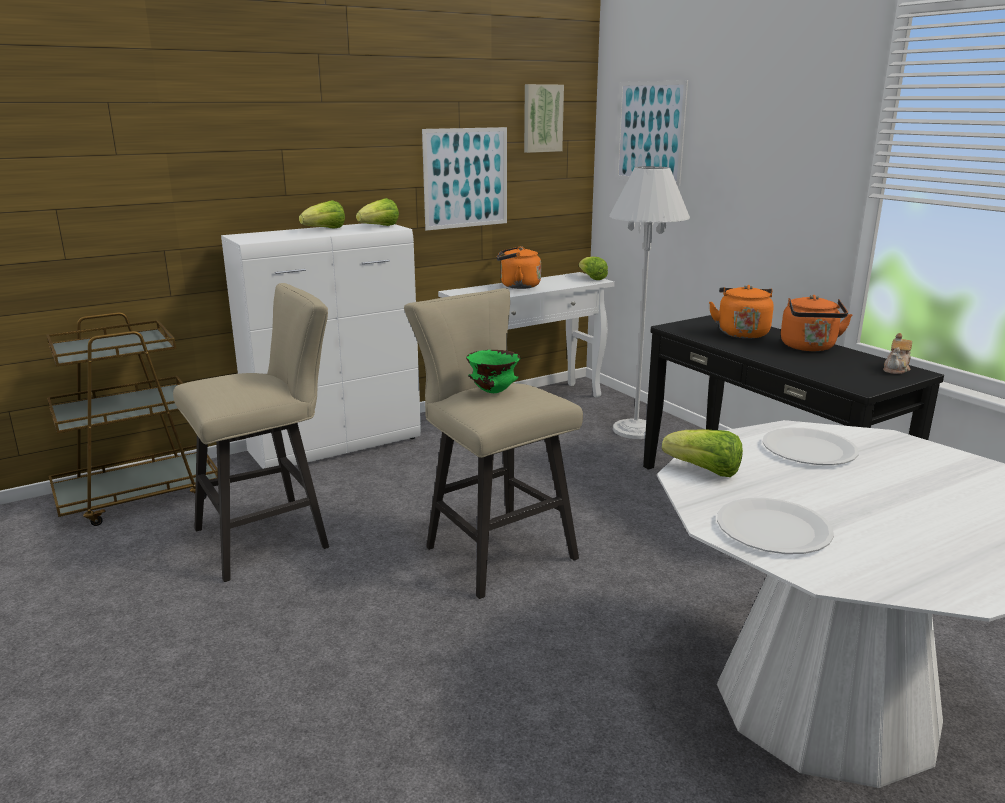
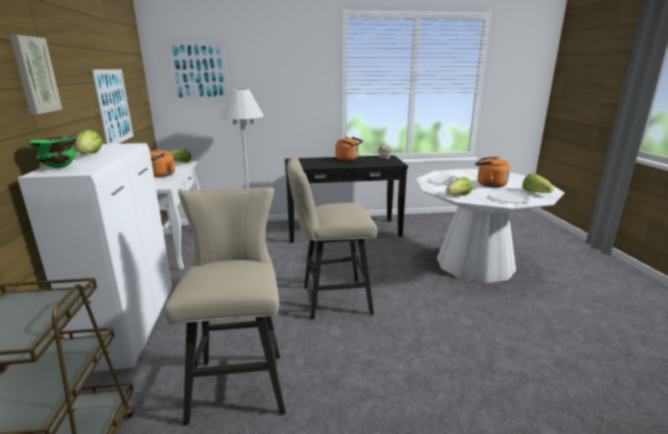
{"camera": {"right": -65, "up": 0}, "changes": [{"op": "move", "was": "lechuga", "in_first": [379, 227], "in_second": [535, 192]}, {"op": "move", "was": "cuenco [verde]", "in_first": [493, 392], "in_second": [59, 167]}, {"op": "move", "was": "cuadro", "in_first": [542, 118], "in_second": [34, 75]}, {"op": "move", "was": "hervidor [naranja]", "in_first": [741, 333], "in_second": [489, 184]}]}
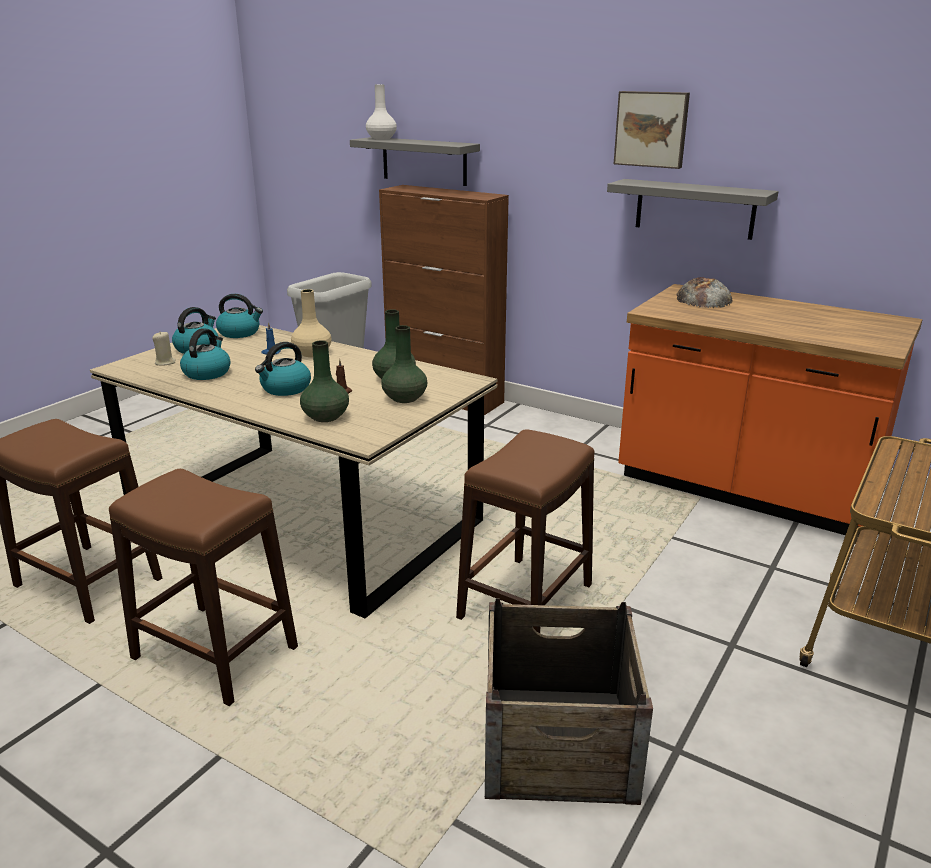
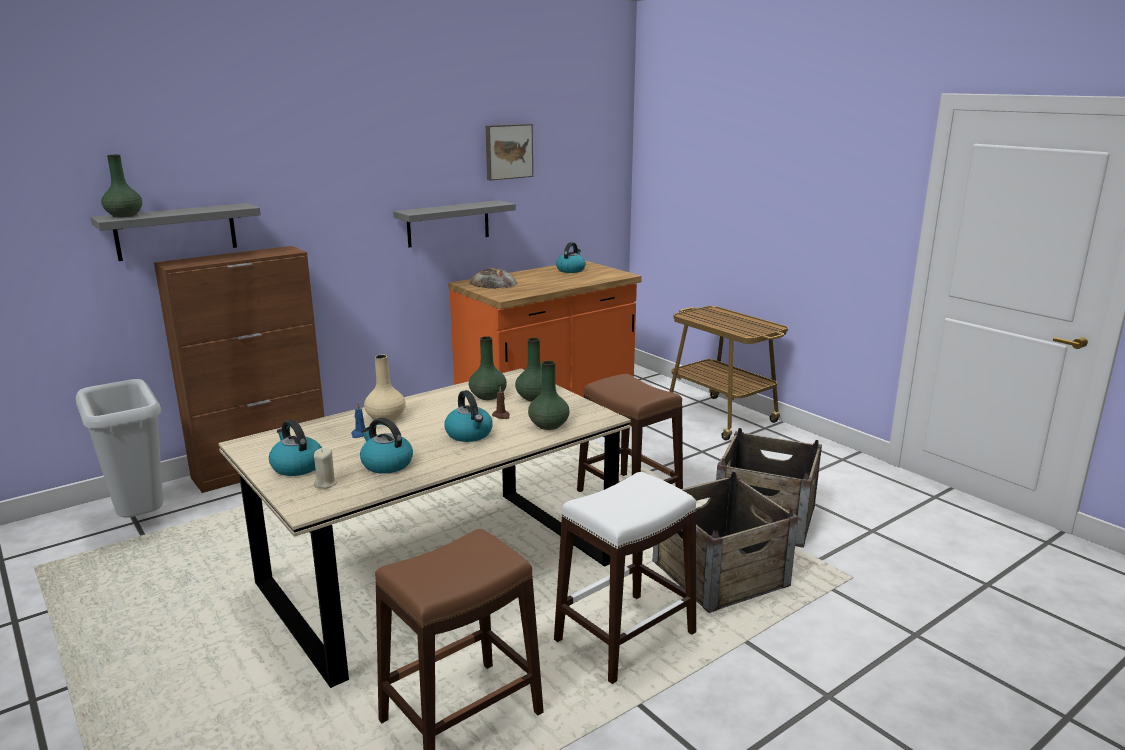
{"camera": {"right": -70, "up": -5}, "changes": [{"op": "recolor", "was": "taburete [marrón]", "now": "taburete [blanco]", "in_first": [214, 654], "in_second": [626, 637]}, {"op": "move", "was": "hervidor", "in_first": [240, 333], "in_second": [571, 270]}, {"op": "recolor", "was": "florero [blanco]", "now": "florero [verde]", "in_first": [381, 138], "in_second": [124, 215]}, {"op": "move", "was": "cuadro", "in_first": [651, 129], "in_second": [508, 151]}, {"op": "insert", "now": "caja de embalaje", "in_second": [720, 574]}]}
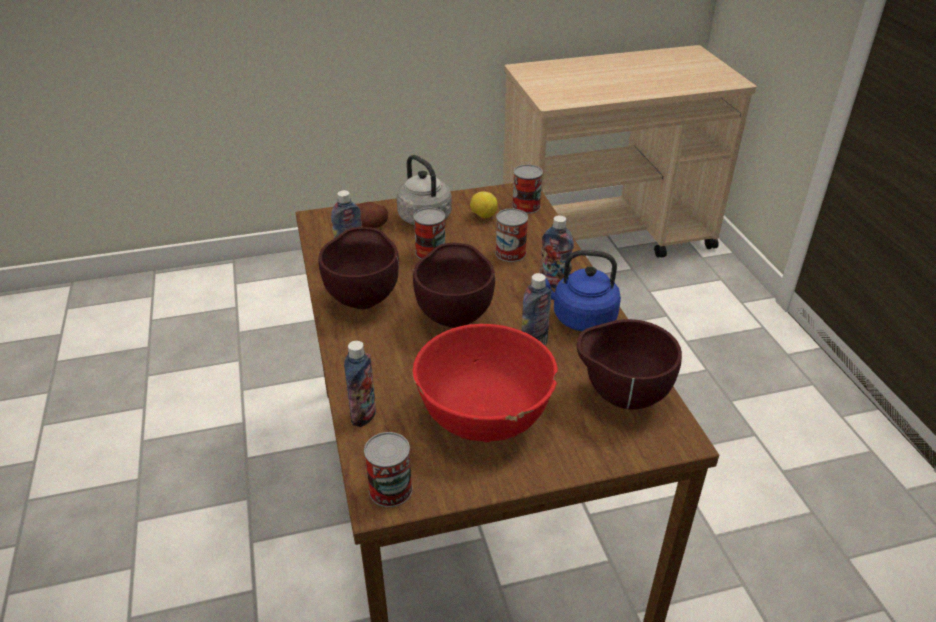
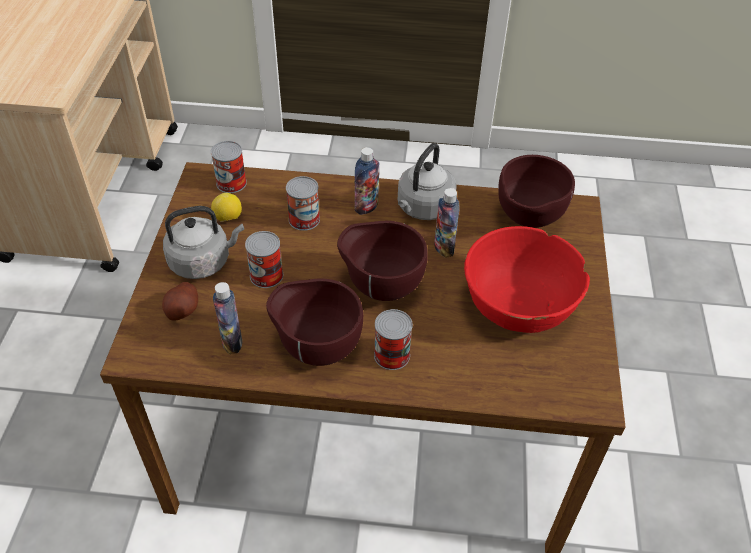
{"camera": {"right": -70, "up": 10}, "changes": [{"op": "delete", "was": "botella", "in_first": [363, 415]}, {"op": "move", "was": "lata", "in_first": [390, 489], "in_second": [392, 355]}, {"op": "recolor", "was": "hervidor [azul]", "now": "hervidor [gris]", "in_first": [580, 318], "in_second": [423, 208]}]}
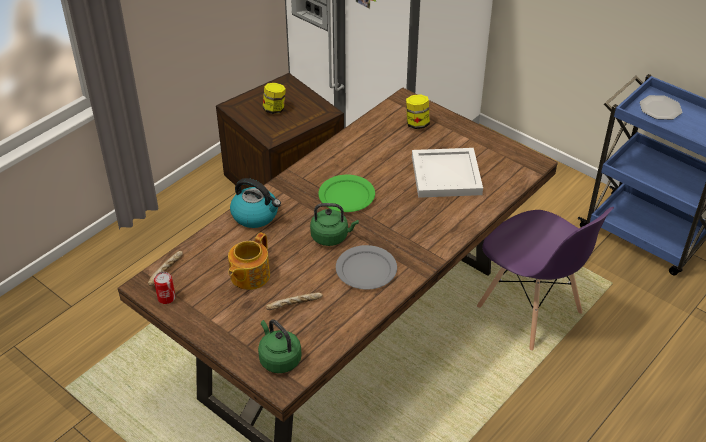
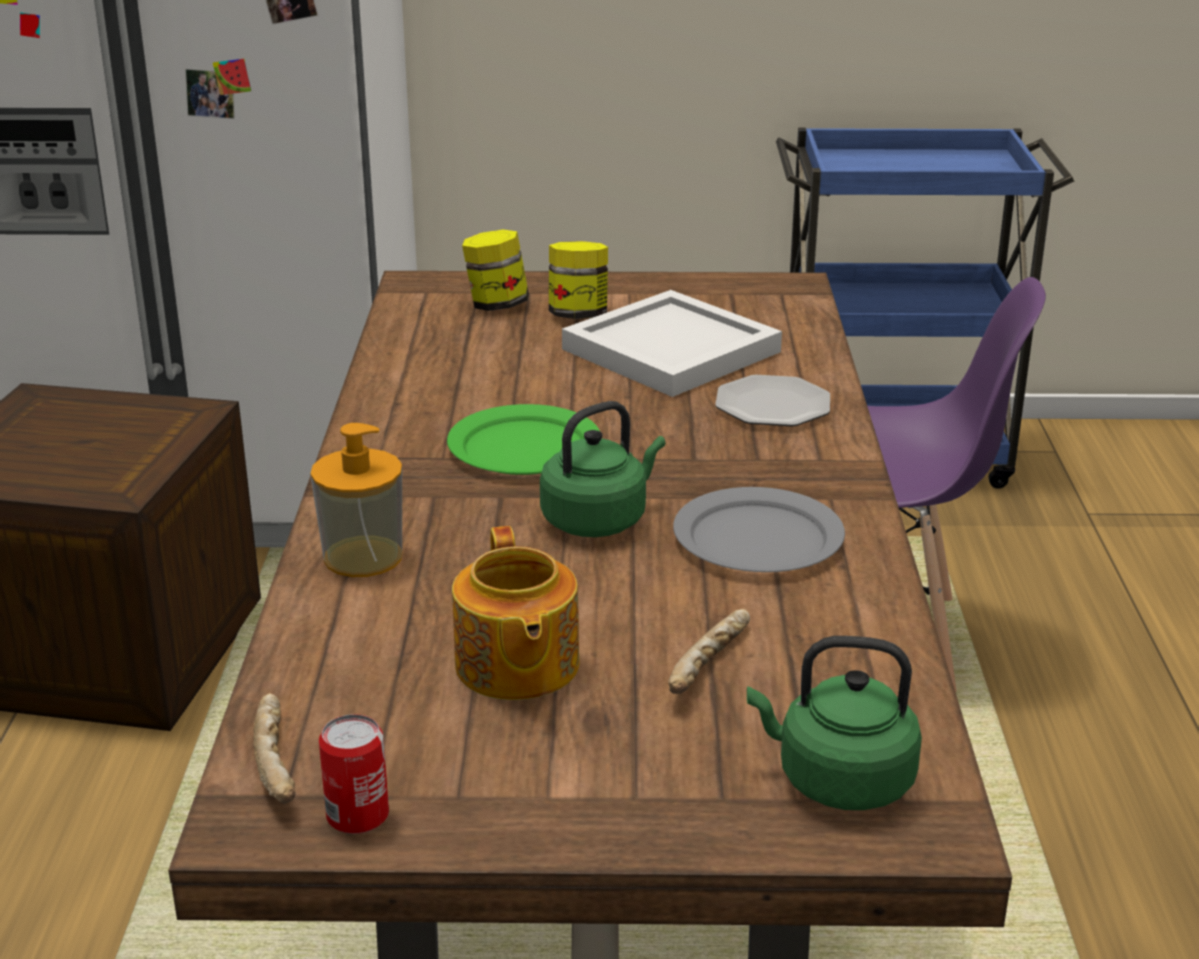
{"camera": {"right": -40, "up": -15}, "changes": [{"op": "replace", "was": "hervidor", "now": "dispensador de jabón", "in_first": [256, 215], "in_second": [363, 557]}, {"op": "move", "was": "tarro", "in_first": [274, 109], "in_second": [578, 315]}, {"op": "move", "was": "plato", "in_first": [660, 109], "in_second": [774, 406]}]}
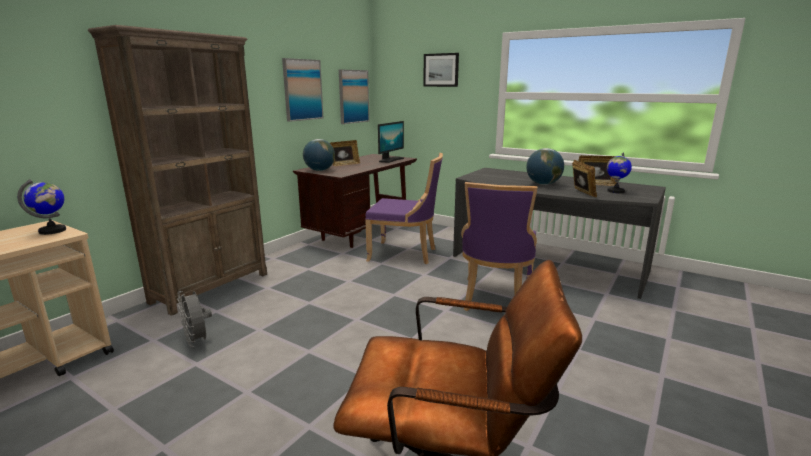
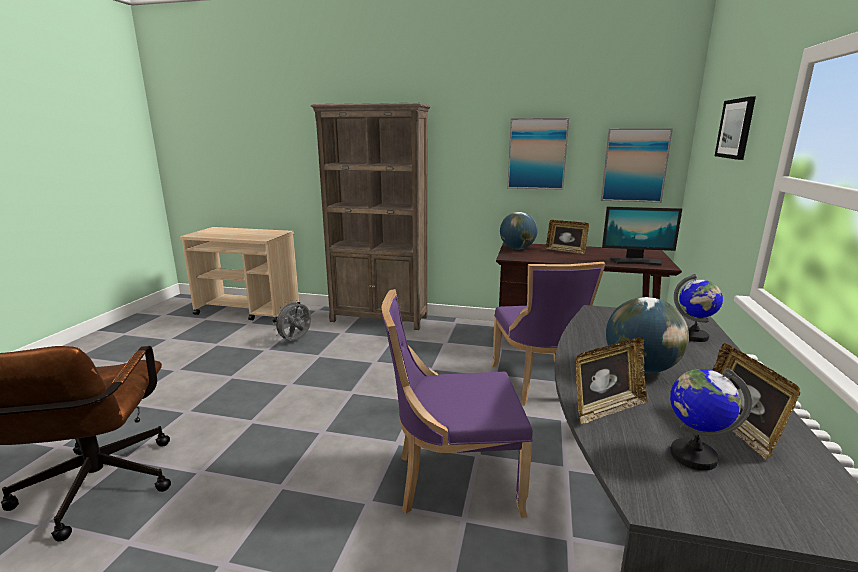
{"camera": {"right": 70, "up": 0}, "changes": [{"op": "move", "was": "globo terráqueo", "in_first": [53, 231], "in_second": [693, 336]}]}
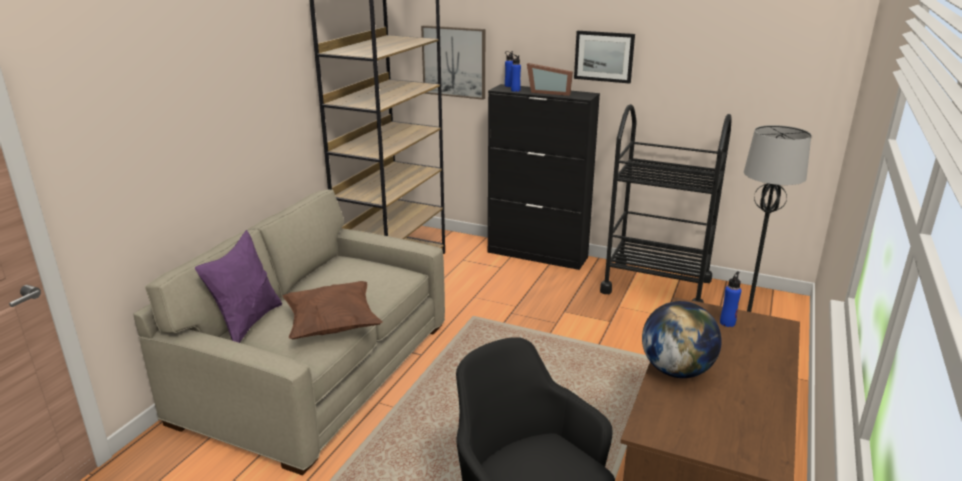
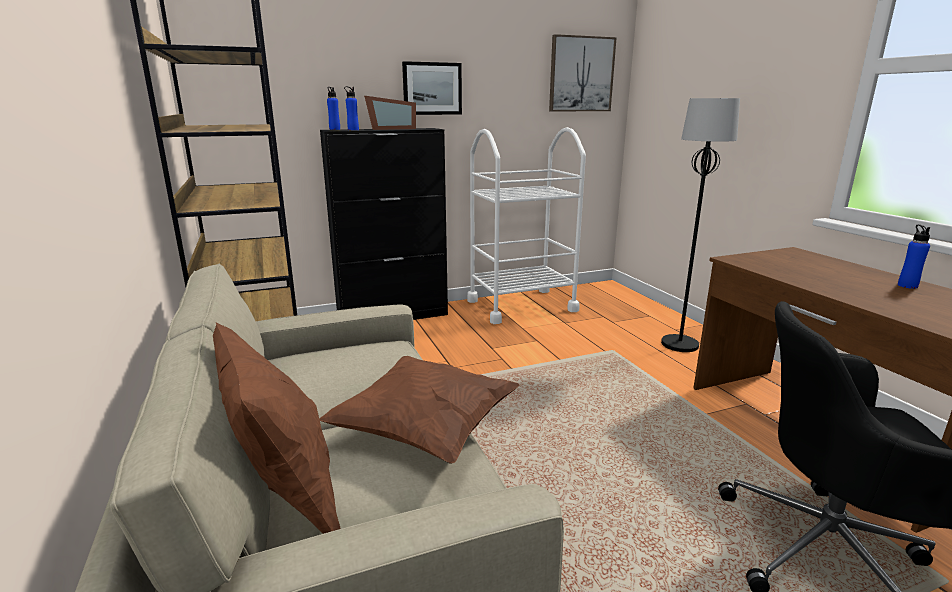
{"camera": {"right": -45, "up": -5}, "changes": [{"op": "recolor", "was": "cojín [morado]", "now": "cojín [marrón]", "in_first": [247, 322], "in_second": [285, 496]}, {"op": "move", "was": "cuadro", "in_first": [454, 62], "in_second": [581, 74]}, {"op": "recolor", "was": "carrito [negro]", "now": "carrito [blanco]", "in_first": [656, 286], "in_second": [521, 305]}, {"op": "delete", "was": "globo terráqueo", "in_first": [676, 370]}, {"op": "move", "was": "botella [azul]", "in_first": [727, 323], "in_second": [907, 286]}]}
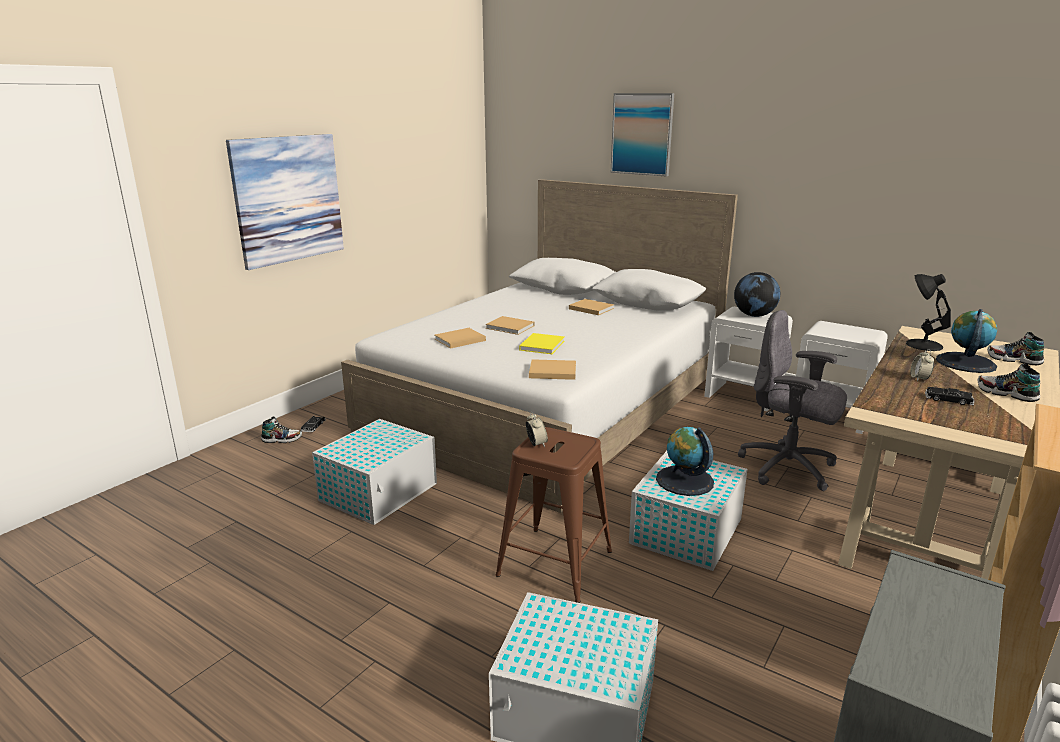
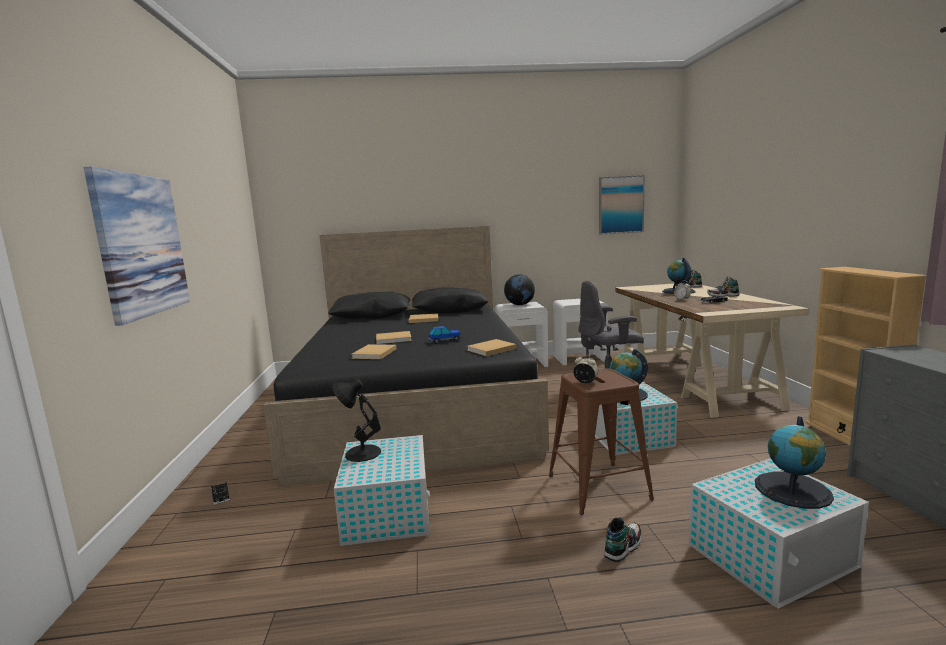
{"camera": {"right": -40, "up": -10}, "changes": [{"op": "move", "was": "zapato", "in_first": [282, 439], "in_second": [623, 547]}, {"op": "recolor", "was": "cama [blanco]", "now": "cama [negro]", "in_first": [550, 405], "in_second": [417, 405]}, {"op": "replace", "was": "libro [amarillo]", "now": "coche de juguete", "in_first": [542, 345], "in_second": [445, 341]}, {"op": "move", "was": "cuadro", "in_first": [642, 134], "in_second": [620, 205]}, {"op": "move", "was": "lámpara de mesa [negro]", "in_first": [922, 345], "in_second": [361, 453]}, {"op": "insert", "now": "globo terráqueo", "in_second": [793, 490]}]}
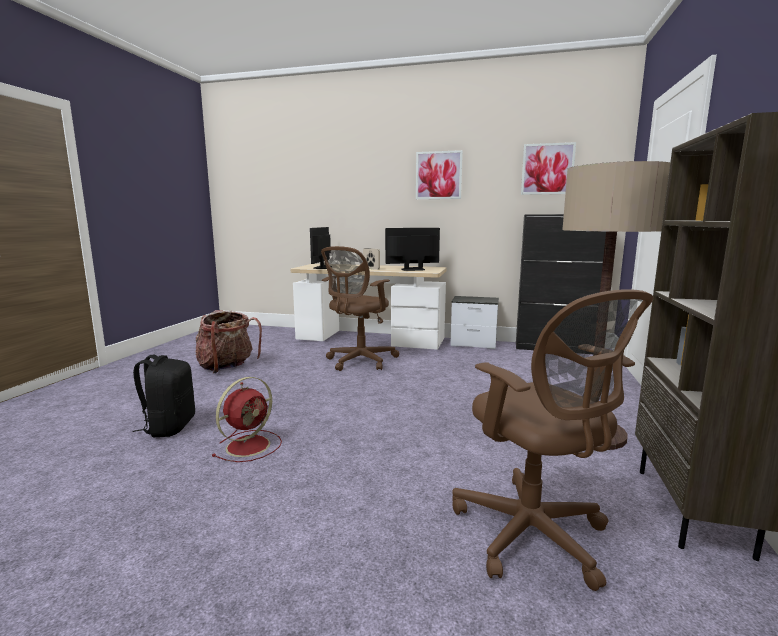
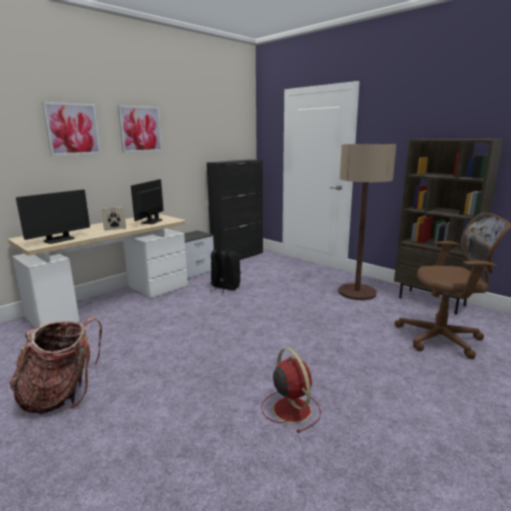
{"camera": {"right": -60, "up": 5}, "changes": [{"op": "move", "was": "mochila [negro]", "in_first": [169, 427], "in_second": [224, 287]}, {"op": "rotate", "was": "monitor", "in_first": [322, 267], "in_second": [59, 239], "clockwise": -90}, {"op": "delete", "was": "silla de oficina [marrón]", "in_first": [359, 361]}, {"op": "move", "was": "cuadro", "in_first": [547, 169], "in_second": [72, 129]}]}
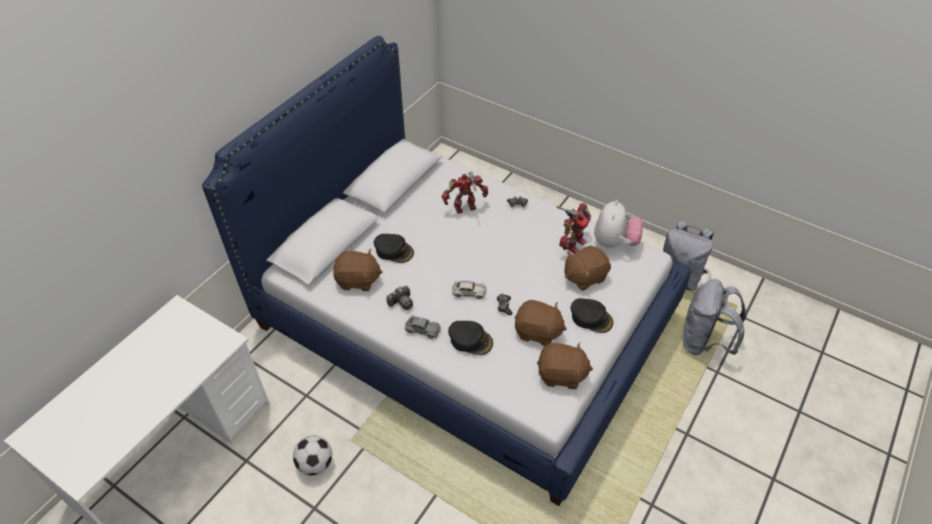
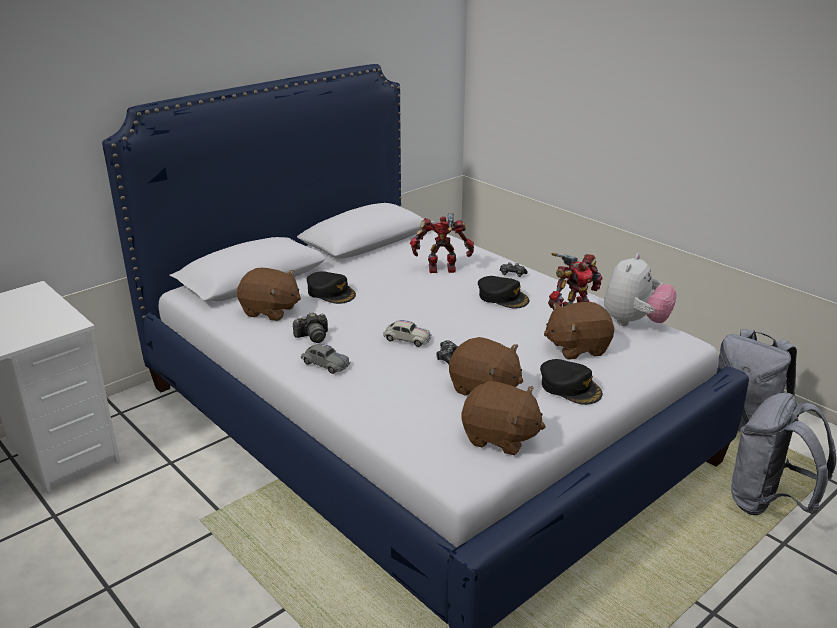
{"camera": {"right": 15, "up": -20}, "changes": [{"op": "delete", "was": "balón de fútbol", "in_first": [315, 463]}, {"op": "move", "was": "gorra [negro]", "in_first": [470, 340], "in_second": [503, 297]}]}
